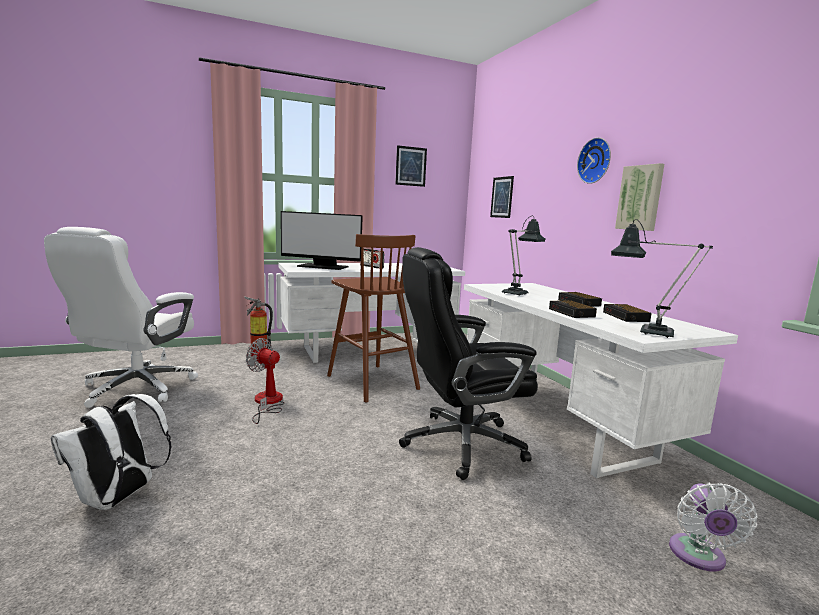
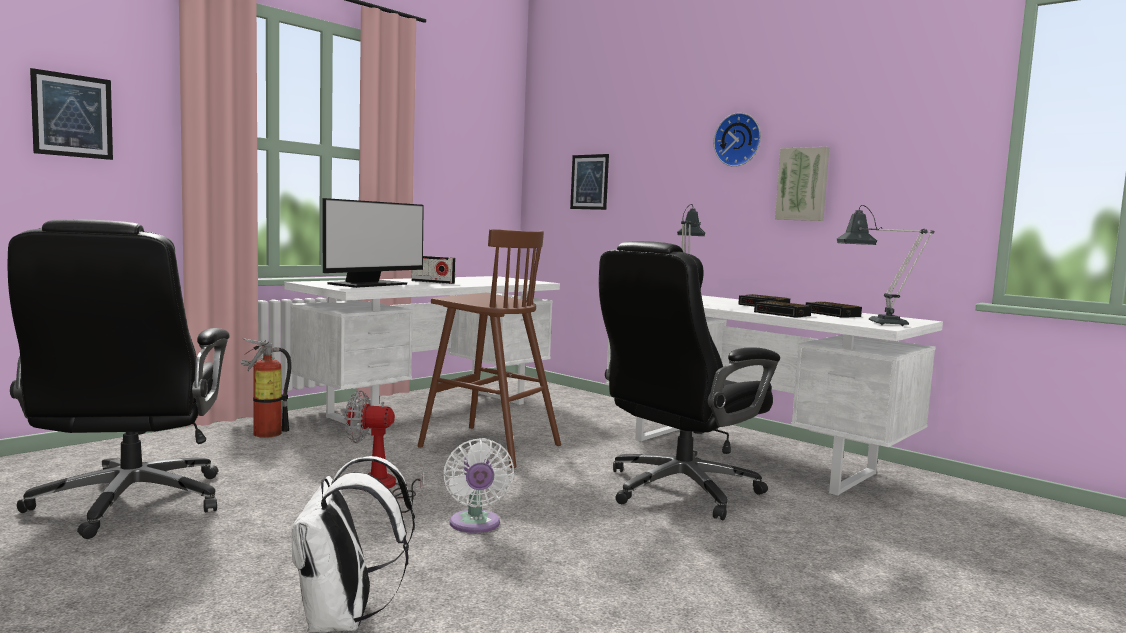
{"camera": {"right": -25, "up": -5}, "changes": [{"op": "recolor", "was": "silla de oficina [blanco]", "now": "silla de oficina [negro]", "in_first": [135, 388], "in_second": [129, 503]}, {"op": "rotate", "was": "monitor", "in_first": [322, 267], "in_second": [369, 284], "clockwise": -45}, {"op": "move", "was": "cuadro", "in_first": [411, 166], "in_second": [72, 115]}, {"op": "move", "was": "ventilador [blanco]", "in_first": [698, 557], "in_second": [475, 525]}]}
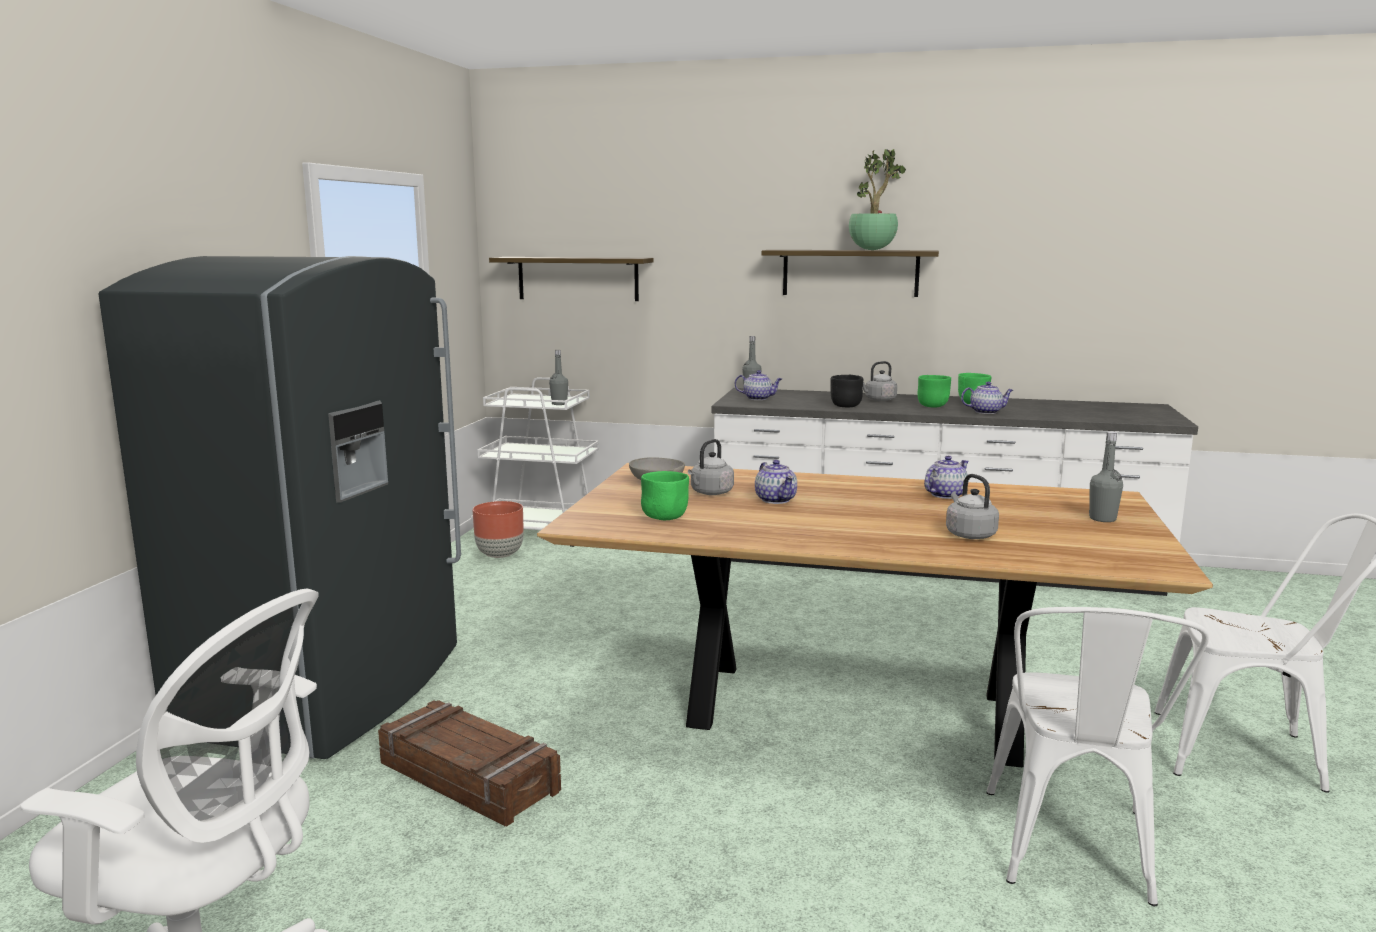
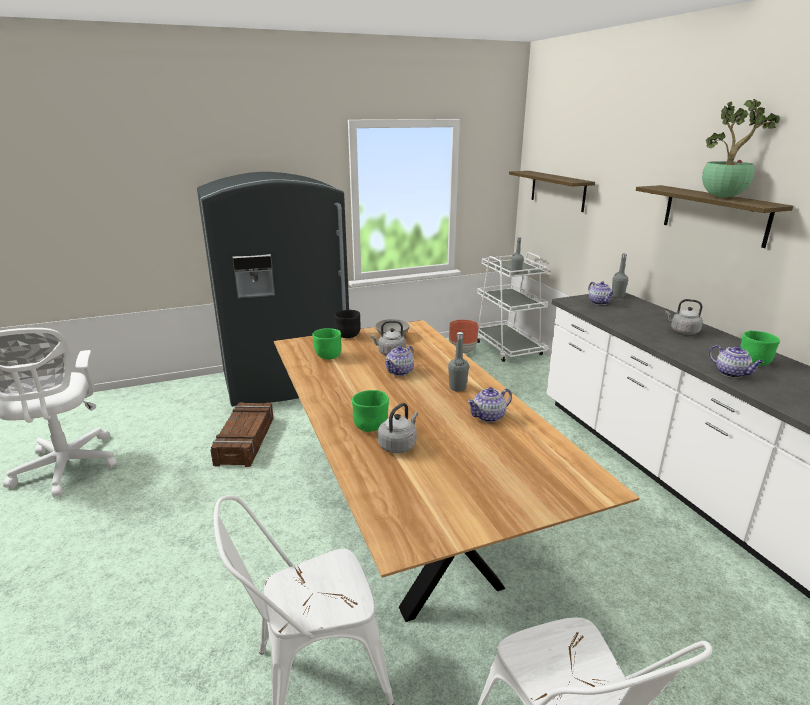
{"camera": {"right": 55, "up": 10}, "changes": [{"op": "move", "was": "cuenco [negro]", "in_first": [845, 406], "in_second": [348, 335]}, {"op": "move", "was": "cuenco [verde]", "in_first": [932, 406], "in_second": [371, 427]}, {"op": "rotate", "was": "tetera", "in_first": [944, 495], "in_second": [489, 417], "clockwise": 135}, {"op": "move", "was": "botella [gris]", "in_first": [1102, 519], "in_second": [457, 388]}]}
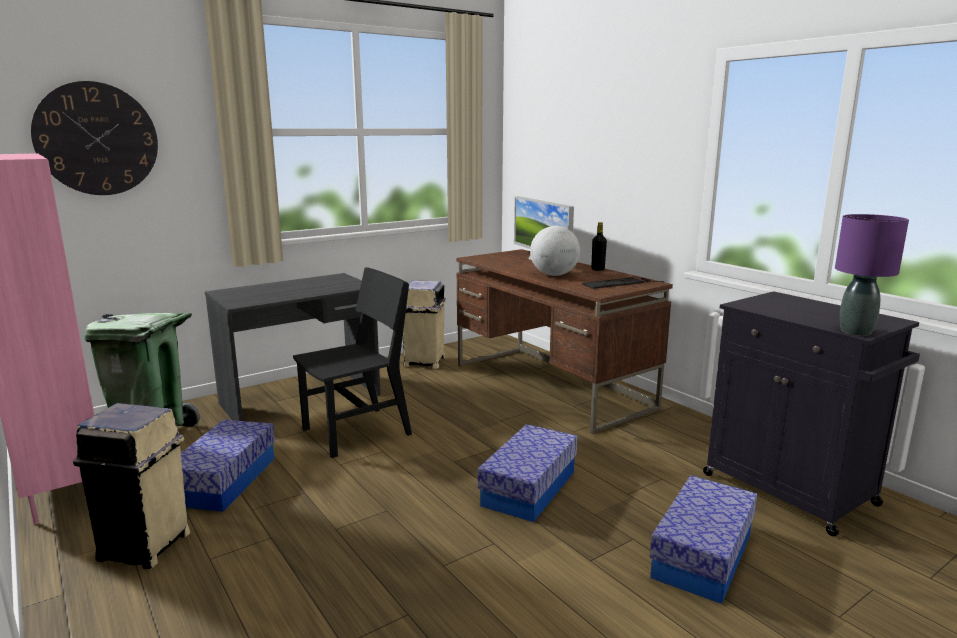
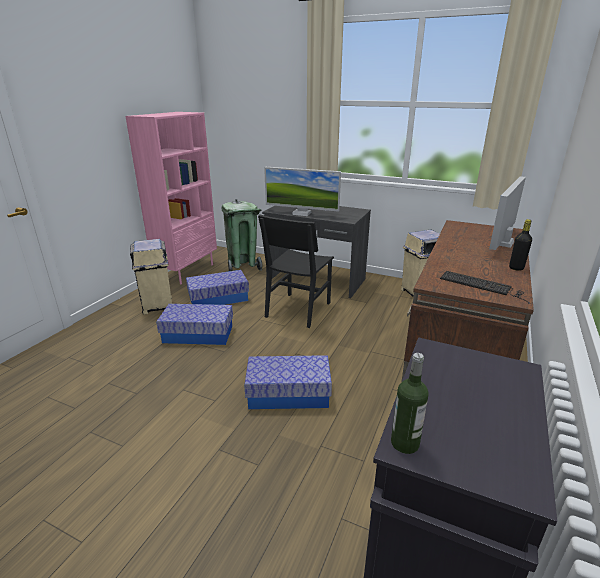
{"camera": {"right": 60, "up": 10}, "changes": [{"op": "delete", "was": "reloj de pared", "in_first": [97, 139]}, {"op": "rotate", "was": "silla [negro]", "in_first": [357, 432], "in_second": [298, 309], "clockwise": 90}, {"op": "delete", "was": "globo terráqueo", "in_first": [554, 275]}, {"op": "move", "was": "caja de almacenaje", "in_first": [702, 555], "in_second": [198, 334]}, {"op": "replace", "was": "lámpara de mesa [morado]", "now": "botella", "in_first": [855, 331], "in_second": [405, 443]}, {"op": "insert", "now": "monitor", "in_second": [302, 213]}]}
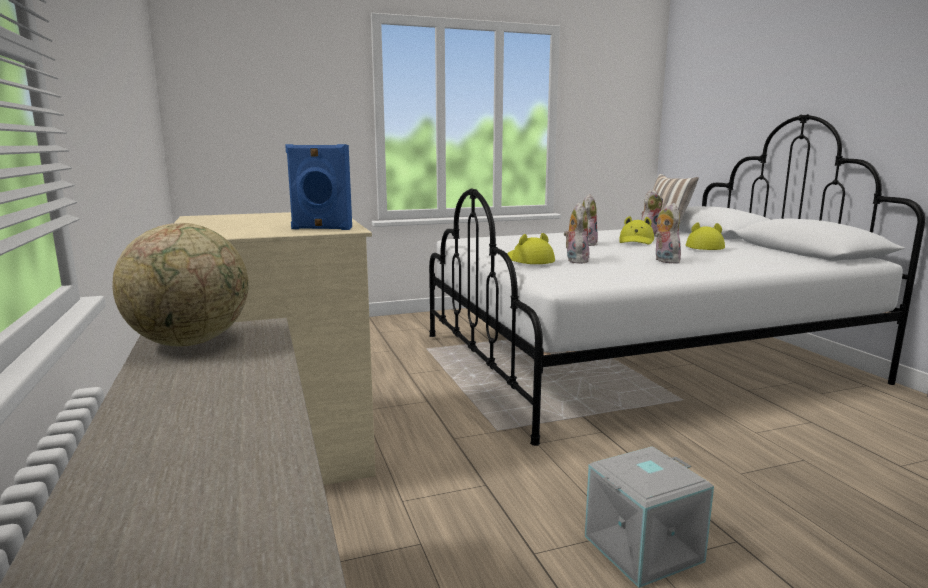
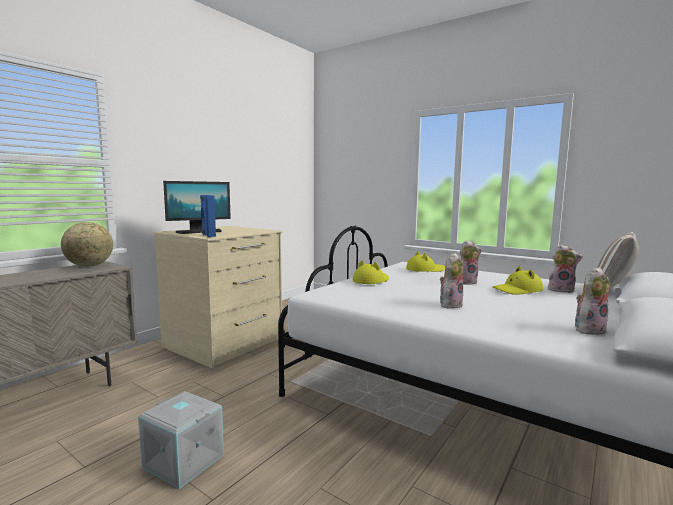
{"camera": {"right": 55, "up": -5}, "changes": [{"op": "move", "was": "peluche", "in_first": [575, 260], "in_second": [589, 329]}, {"op": "move", "was": "sombrero [amarillo]", "in_first": [703, 247], "in_second": [425, 270]}, {"op": "insert", "now": "monitor", "in_second": [199, 232]}]}
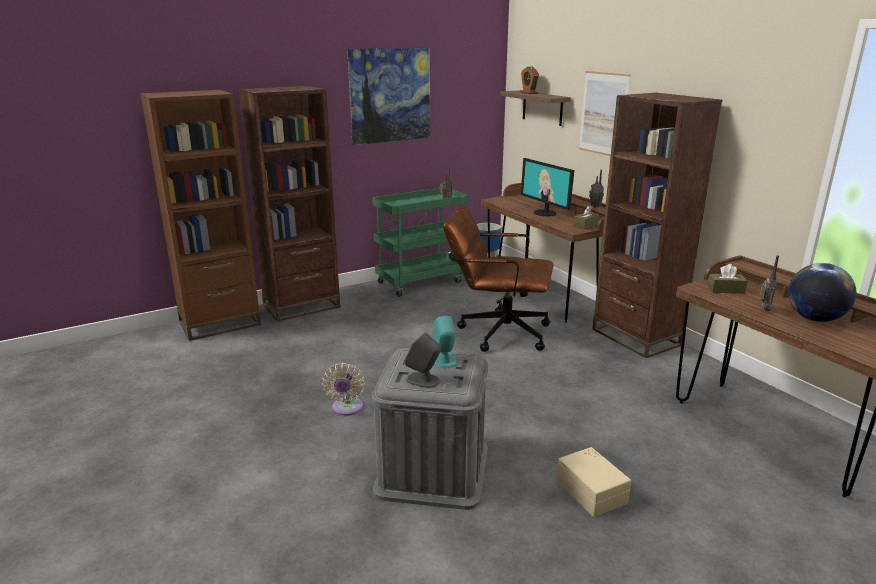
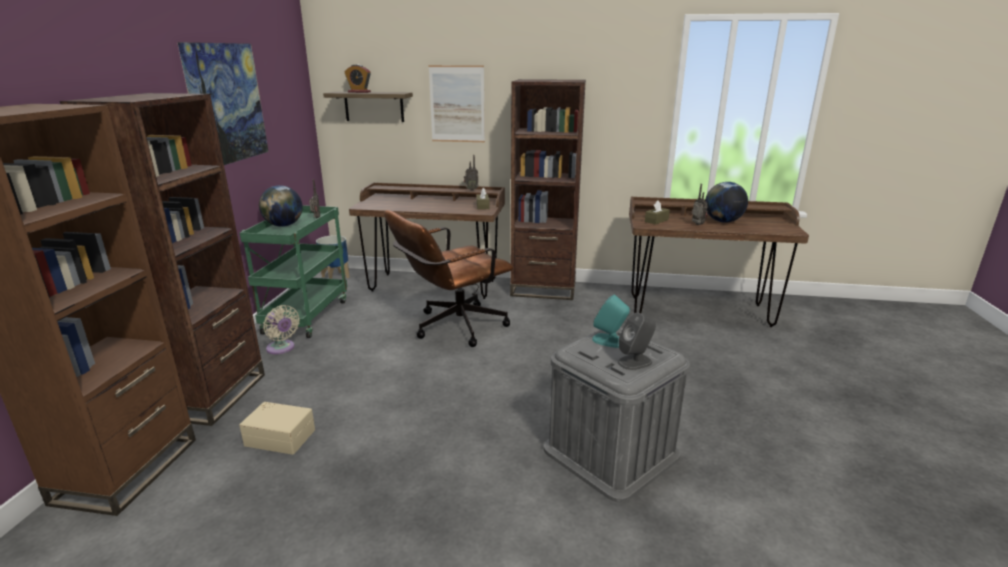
{"camera": {"right": -50, "up": 0}, "changes": [{"op": "move", "was": "ventilador [beis]", "in_first": [347, 409], "in_second": [282, 348]}, {"op": "delete", "was": "monitor", "in_first": [545, 213]}, {"op": "move", "was": "caja de almacenaje [beis]", "in_first": [592, 491], "in_second": [281, 436]}, {"op": "insert", "now": "globo terráqueo", "in_second": [284, 225]}]}
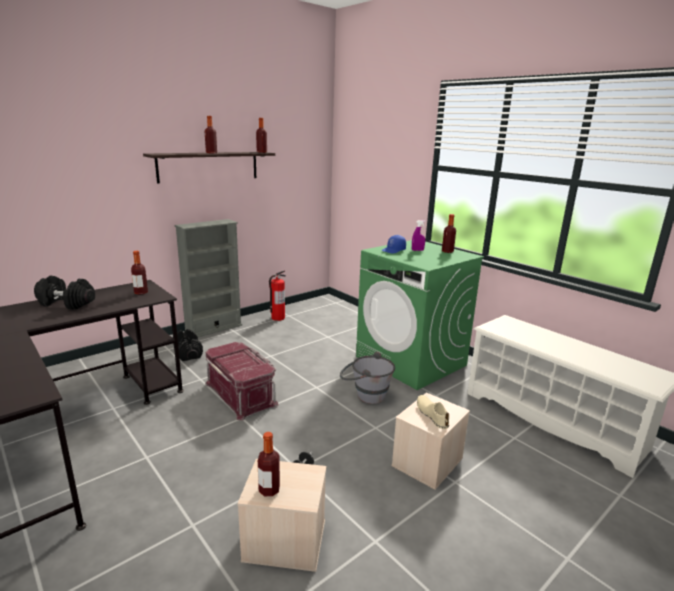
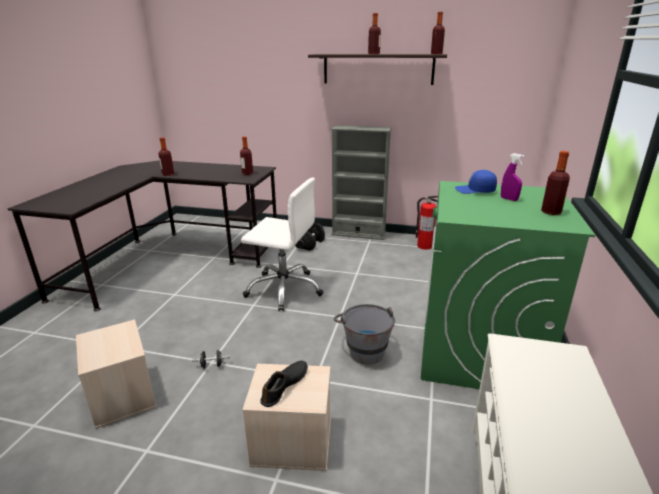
{"camera": {"right": 55, "up": 5}, "changes": [{"op": "delete", "was": "mancuerna [negro]", "in_first": [66, 303]}, {"op": "replace", "was": "caja de almacenaje [rojo]", "now": "silla de oficina [blanco]", "in_first": [241, 394], "in_second": [284, 289]}, {"op": "move", "was": "botella", "in_first": [269, 490], "in_second": [168, 174]}, {"op": "recolor", "was": "zapato [beis]", "now": "zapato [negro]", "in_first": [432, 414], "in_second": [285, 386]}]}
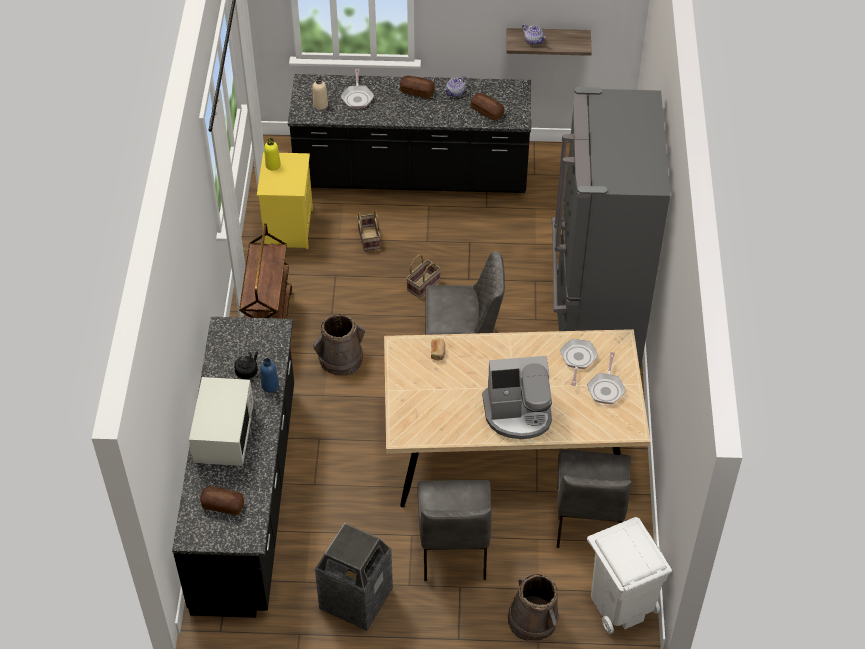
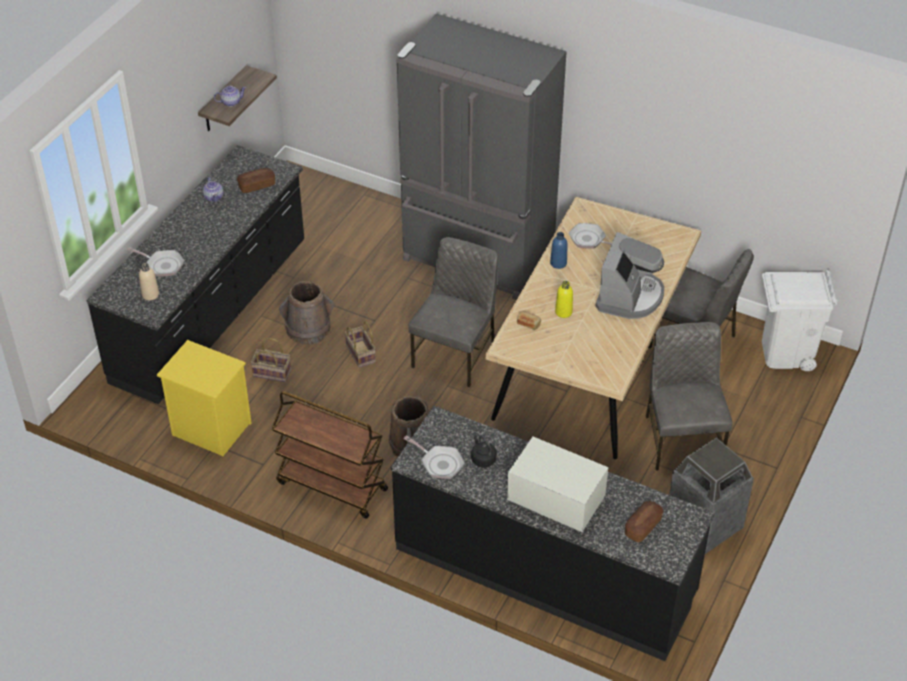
{"camera": {"right": -65, "up": -5}, "changes": [{"op": "move", "was": "botella [azul]", "in_first": [270, 385], "in_second": [558, 263]}, {"op": "move", "was": "botella [amarillo]", "in_first": [273, 165], "in_second": [563, 312]}, {"op": "delete", "was": "pan", "in_first": [417, 91]}, {"op": "rotate", "was": "silla [gris]", "in_first": [453, 550], "in_second": [682, 439], "clockwise": -120}, {"op": "move", "was": "cubo [marrón]", "in_first": [533, 619], "in_second": [308, 329]}, {"op": "move", "was": "sartén", "in_first": [606, 388], "in_second": [439, 463]}]}
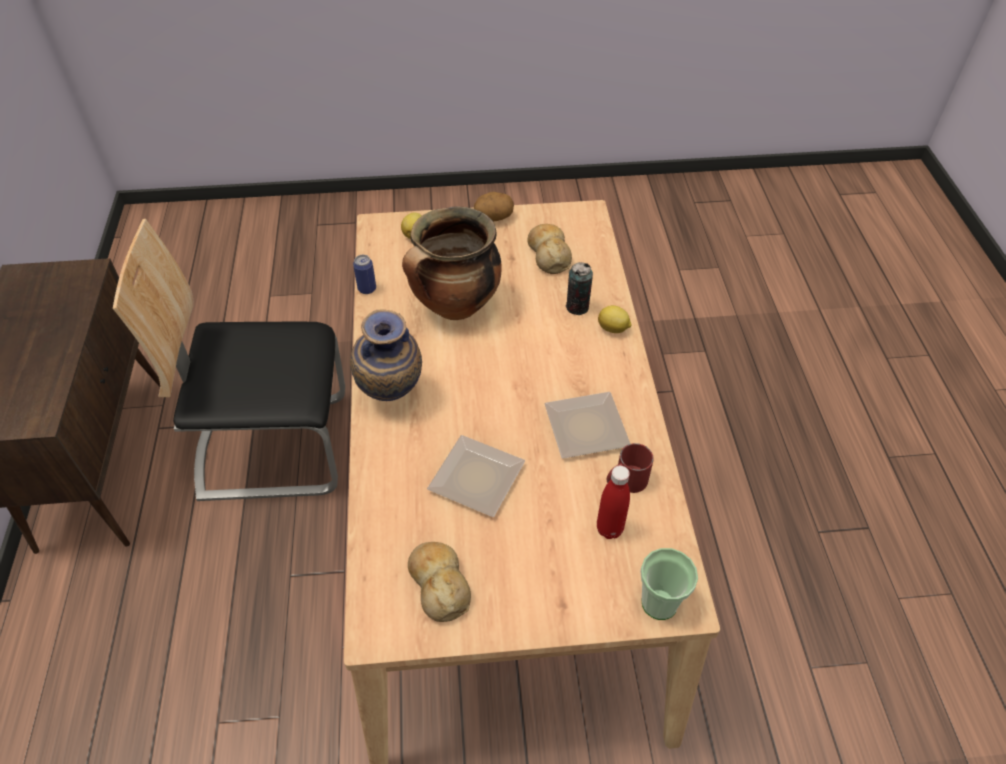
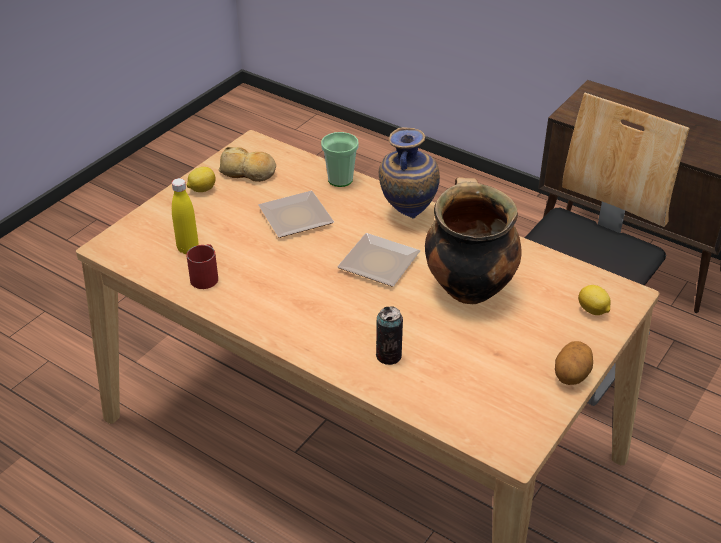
{"camera": {"right": 130, "up": -10}, "changes": [{"op": "delete", "was": "lata", "in_first": [367, 289]}, {"op": "delete", "was": "pan", "in_first": [549, 254]}, {"op": "move", "was": "plato", "in_first": [584, 430], "in_second": [378, 261]}, {"op": "recolor", "was": "botella [rojo]", "now": "botella [amarillo]", "in_first": [609, 529], "in_second": [188, 248]}, {"op": "move", "was": "limón", "in_first": [613, 329], "in_second": [202, 189]}, {"op": "move", "was": "taza", "in_first": [659, 603], "in_second": [340, 180]}]}
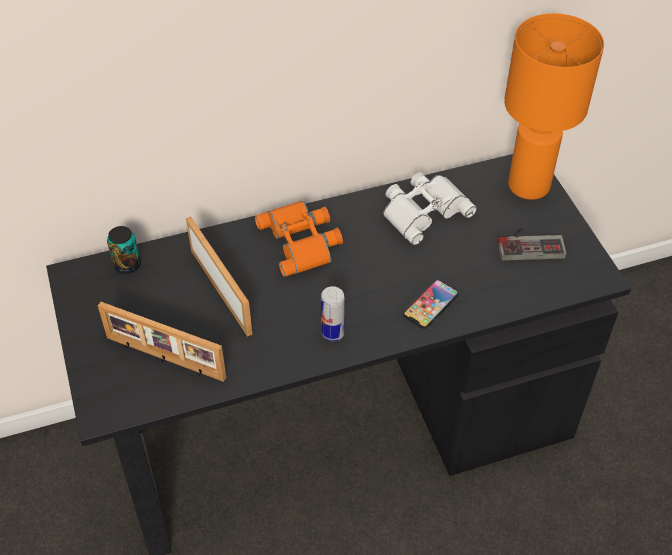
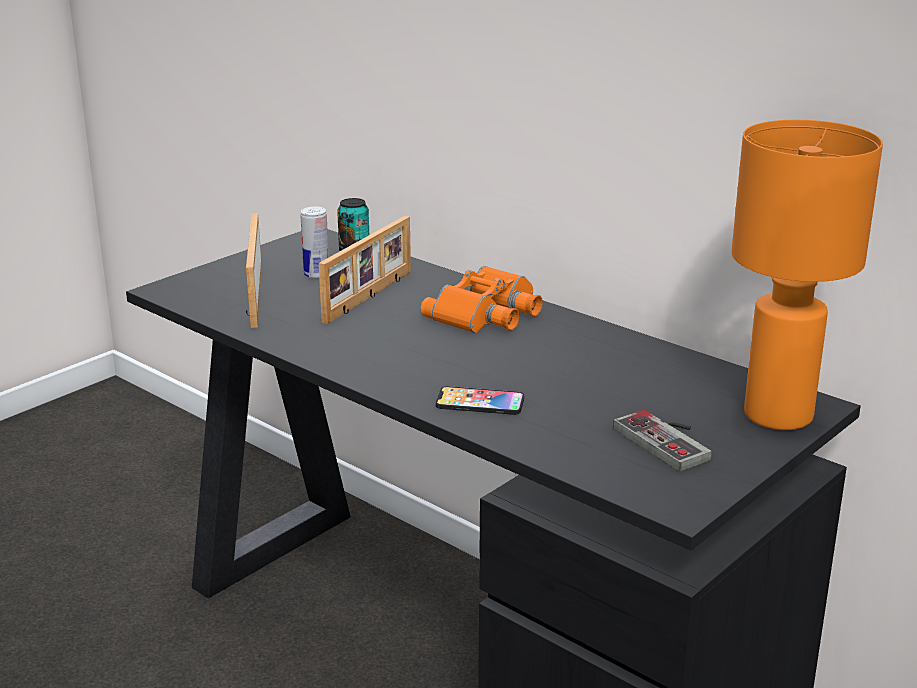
{"camera": {"right": 60, "up": -25}, "changes": [{"op": "move", "was": "lata", "in_first": [332, 333], "in_second": [316, 275]}, {"op": "delete", "was": "prismáticos [blanco]", "in_first": [423, 210]}]}
